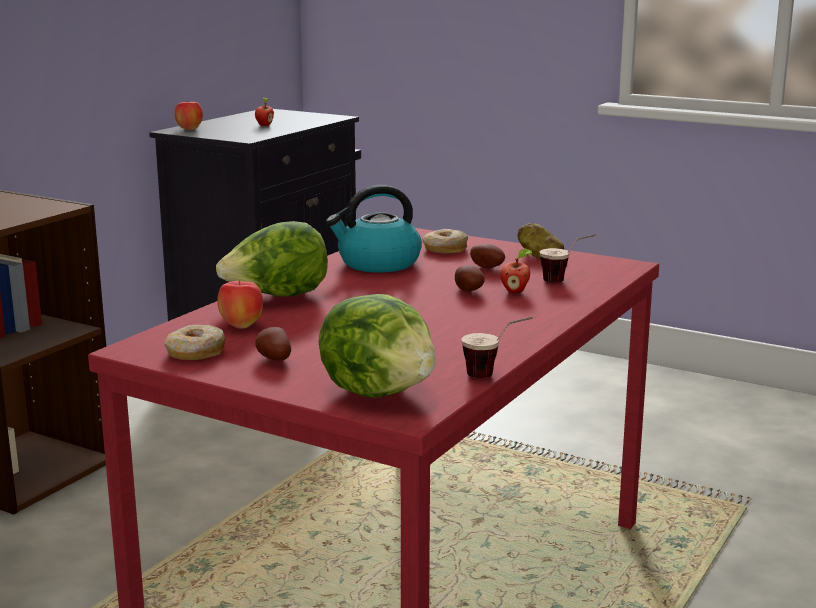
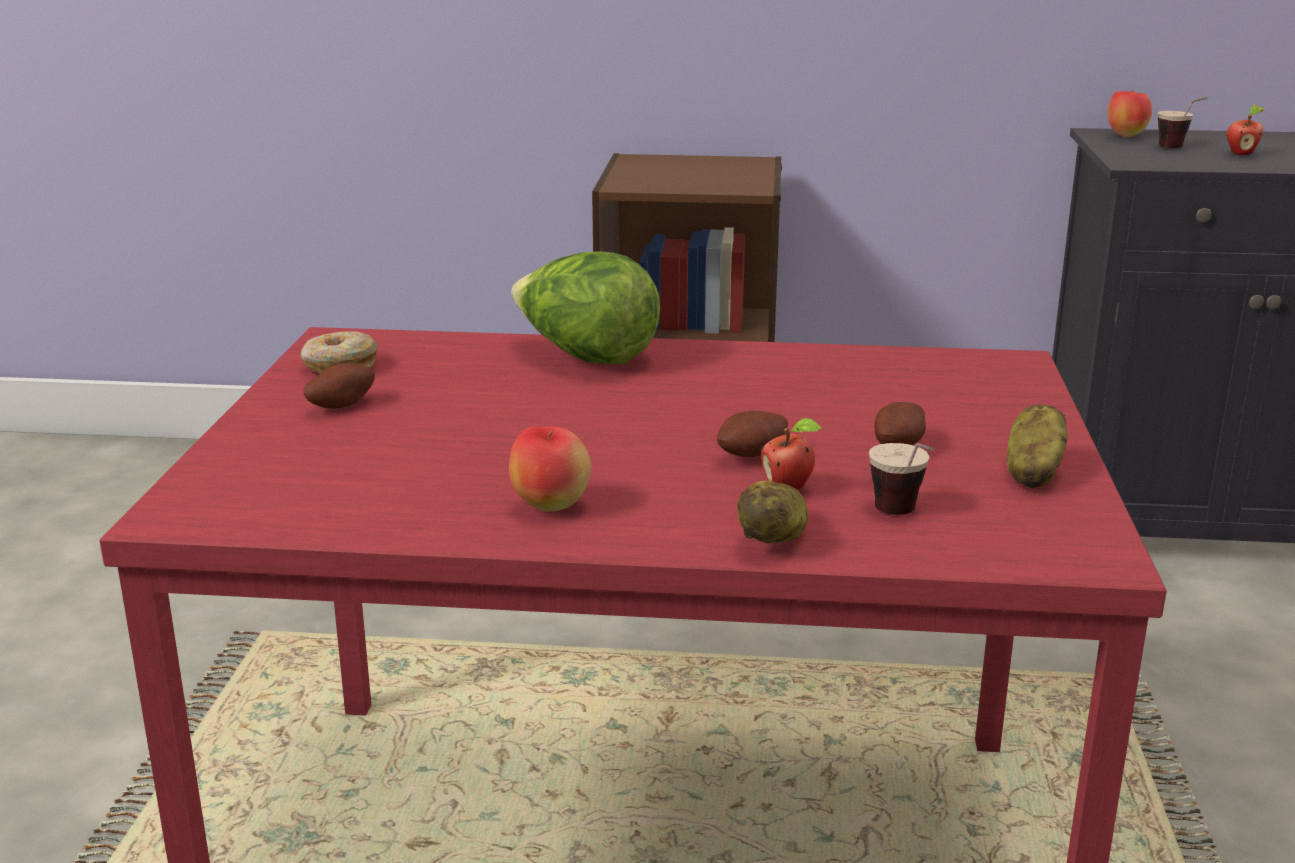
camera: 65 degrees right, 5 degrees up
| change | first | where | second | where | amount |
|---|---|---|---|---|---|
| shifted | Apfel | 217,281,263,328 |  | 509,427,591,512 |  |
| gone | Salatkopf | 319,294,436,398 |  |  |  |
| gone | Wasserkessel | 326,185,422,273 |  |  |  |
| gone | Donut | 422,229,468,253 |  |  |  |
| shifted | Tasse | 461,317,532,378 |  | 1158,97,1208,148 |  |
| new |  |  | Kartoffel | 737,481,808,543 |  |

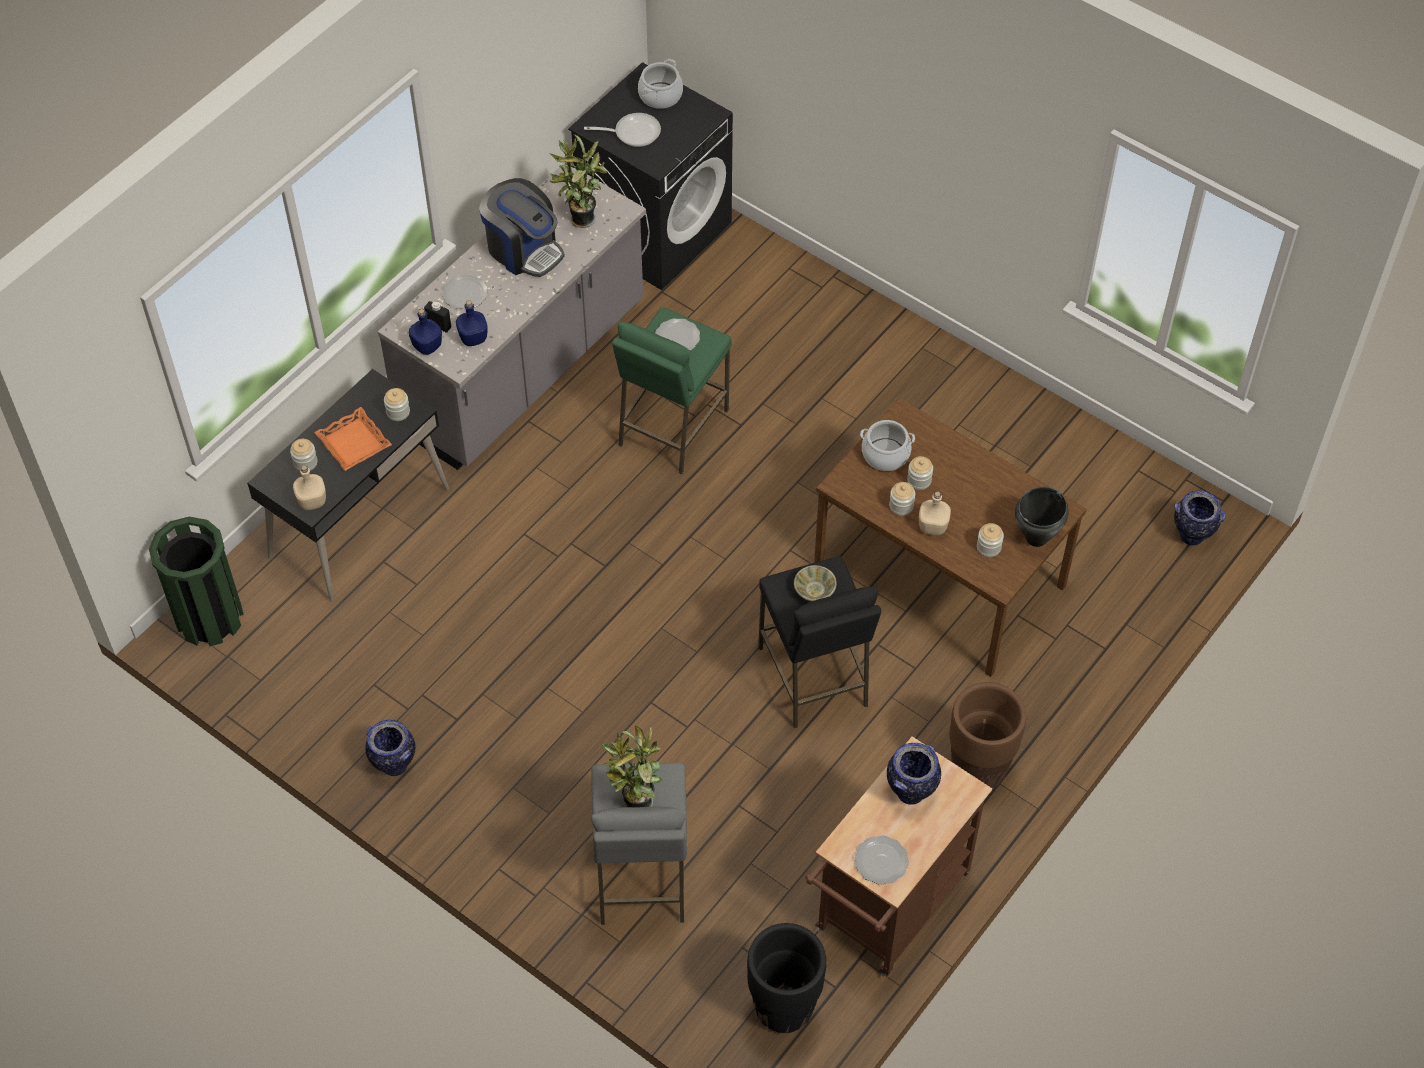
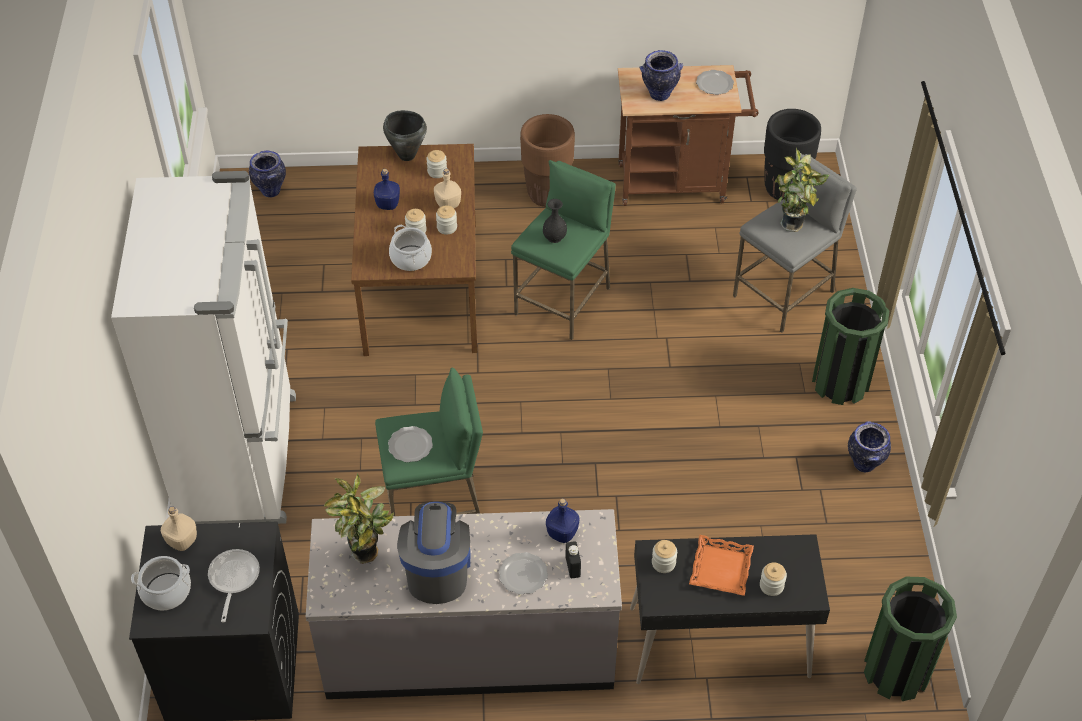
camera: 130 degrees left, 5 degrees down
| change | first | where | second | where | amount |
|---|---|---|---|---|---|
| shifted | Flasche (beige) | 293,465,326,510 |  | 161,506,197,551 |  |
| shifted | Flasche (blau) | 409,309,442,355 |  | 374,169,400,210 |  |
| rotated | Pfanne | 584,113,661,147 |  | 208,549,260,622 | 45 degrees clockwise |
| repainted | Hocker (schwarz) | 758,556,881,728 | Hocker (grün) | 511,160,616,340 |  |
| swapped | Schüssel (beige) | 794,565,837,601 | Vase (schwarz) | 543,199,567,243 |  |
| new |  |  | Kühlschrank (weiß) | 111,171,296,524 |  |
| new |  |  | Mülleimer (grün) | 812,288,889,405 |  |

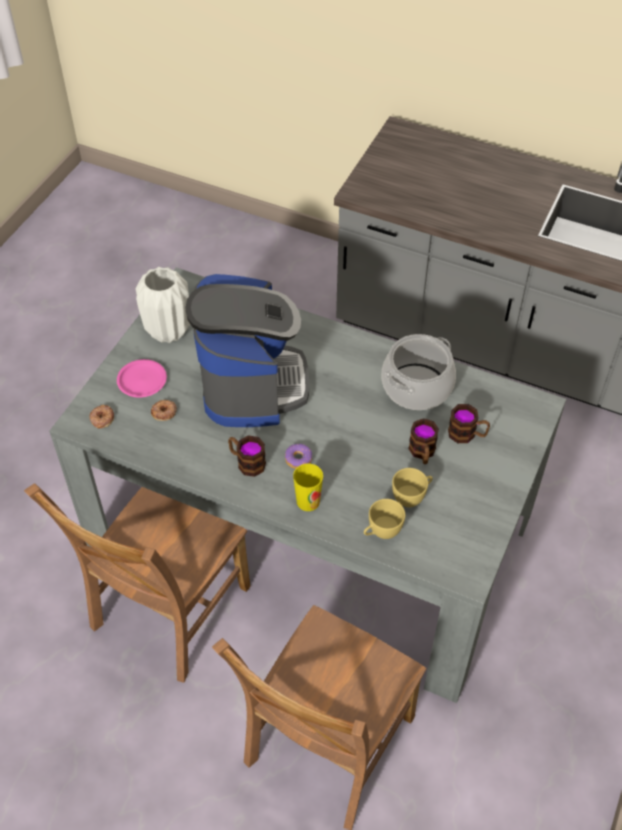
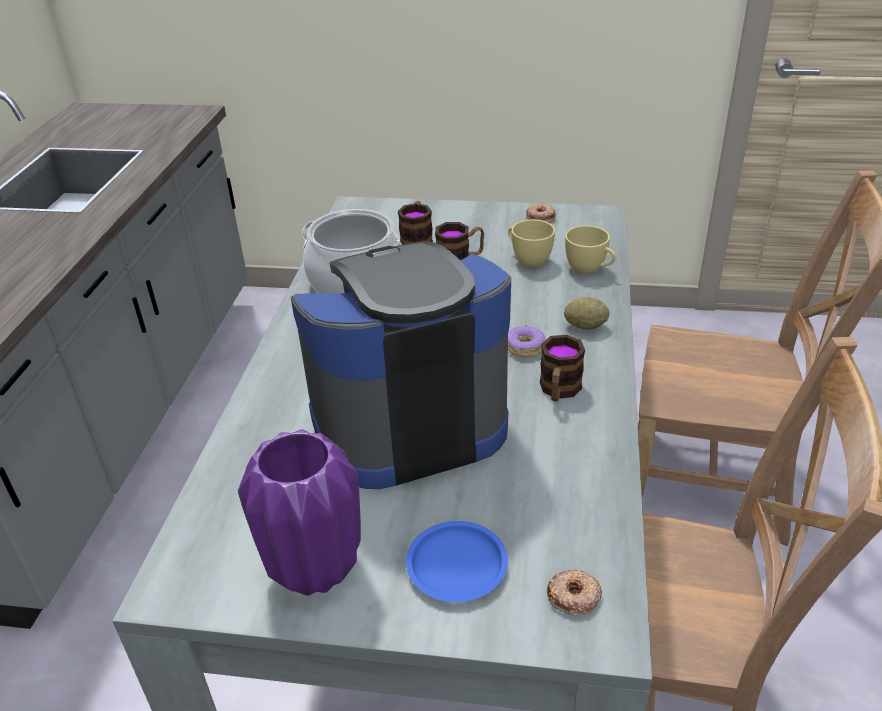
camera: 105 degrees left, 15 degrees down
| change | first | where | second | where | amount |
|---|---|---|---|---|---|
| repainted | Teller (rosa) | 117,359,167,398 | Teller (blau) | 406,521,508,602 |  |
| repainted | Vase (weiß) | 135,267,190,343 | Vase (lila) | 238,429,361,596 |  |
| shifted | Donut | 151,400,177,421 |  | 526,204,556,223 |  |
| swapped | Tasse | 293,463,323,511 | Kartoffel | 564,297,609,330 |  |

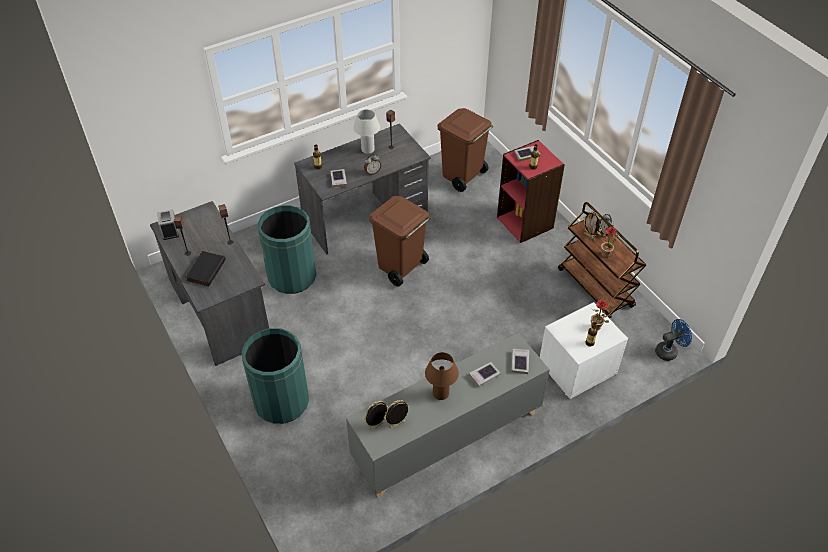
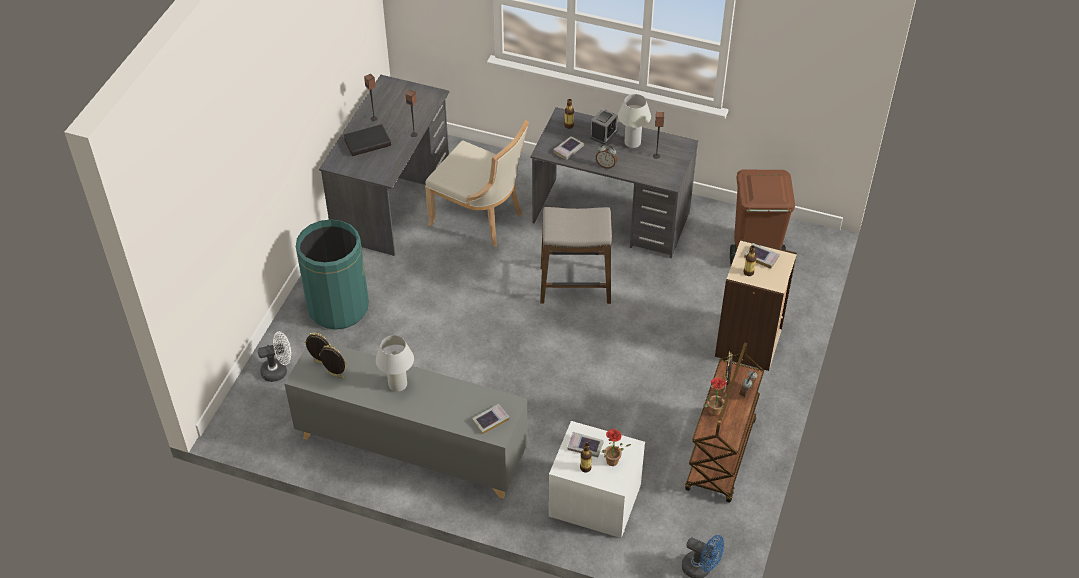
camera: 50 degrees right, 0 degrees up
| change | first | where | second | where | amount |
|---|---|---|---|---|---|
| shifted | Wecker | 157,209,179,240 |  | 590,108,618,144 |  |
| swapped | Mülleimer (grün) | 258,206,316,294 | Stuhl (beige) | 425,120,529,247 |  |
| swapped | Mülleimer (braun) | 369,196,431,287 | Hocker | 540,207,612,304 |  |
| repainted | Tischlampe (braun) | 425,352,459,400 | Tischlampe (weiß) | 376,335,414,392 |  |
| shifted | Buch | 469,362,501,387 |  | 567,432,604,458 |  |
| repainted | Bücherregal (rot) | 497,140,565,243 | Bücherregal (beige) | 715,239,797,371 |  |
| new |  |  | Ventilator (weiß) | 257,331,291,382 |  |

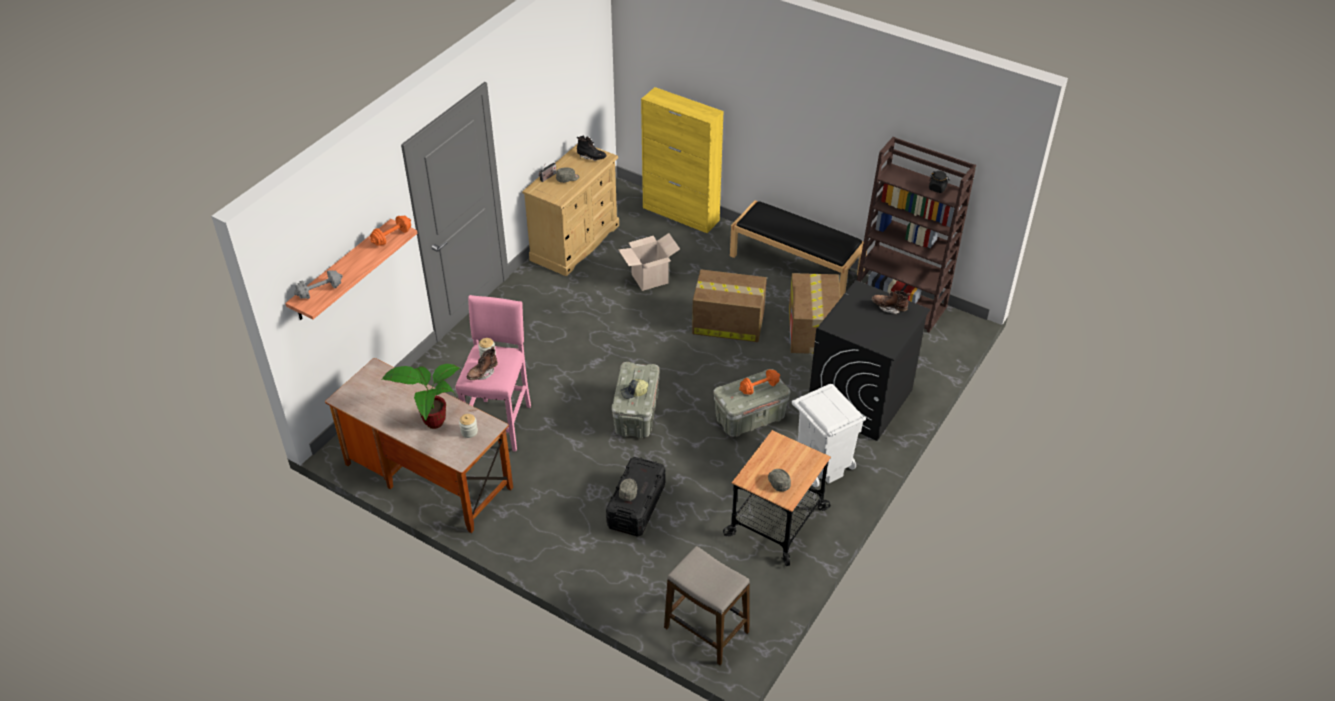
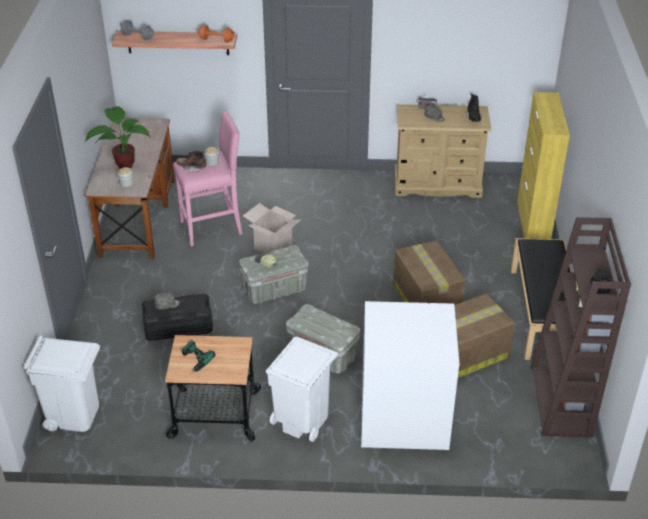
camera: 60 degrees right, 5 degrees down
| change | first | where | second | where | amount |
|---|---|---|---|---|---|
| shifted | Karton | 618,233,680,291 |  | 243,203,301,253 |  |
| swapped | Hocker | 664,546,750,665 | Mülleimer (weiß) | 23,335,100,432 |  |
| gone | Hantel (orange) | 739,369,780,395 |  |  |  |
| swapped | Kappe (grau) | 768,469,791,492 | Bohrmaschine | 182,340,215,375 |  |
| repainted | Waschmaschine (schwarz) | 809,280,930,441 | Waschmaschine (weiß) | 361,301,460,450 |  |
| gone | Stiefel (braun) | 872,291,910,314 |  |  |  |

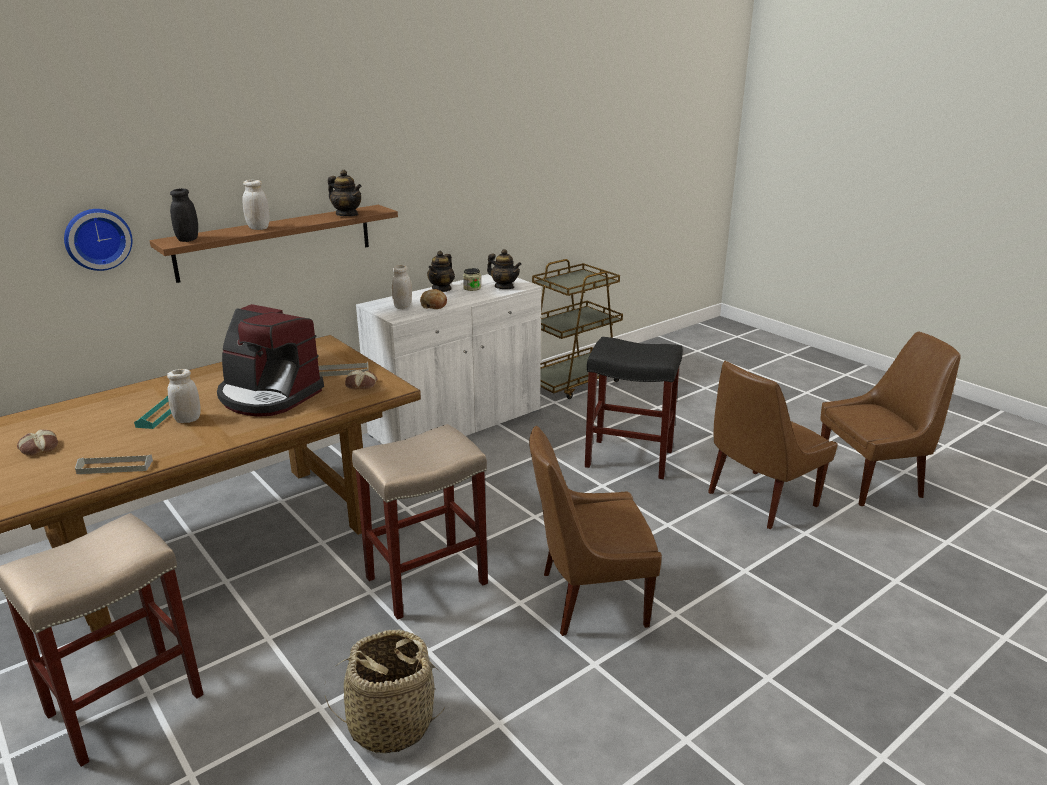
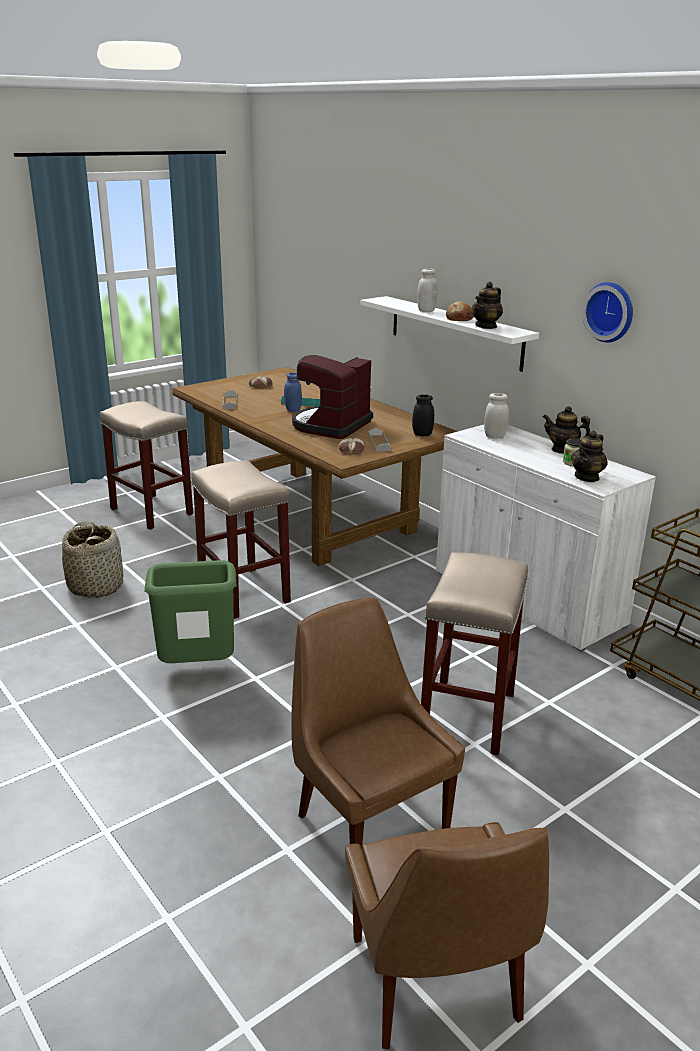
camera: 90 degrees right, 0 degrees up
| change | first | where | second | where | amount |
|---|---|---|---|---|---|
| shifted | Wanduhr | 64,209,132,271 |  | 582,282,633,343 |  |
| repainted | Wandregal (braun) | 150,205,398,283 | Wandregal (weiß) | 361,296,539,372 |  |
| repainted | Vorratsglas (weiß) | 167,369,201,423 | Vorratsglas (blau) | 284,372,302,412 |  |
| shifted | Vorratsglas (schwarz) | 170,188,198,242 |  | 412,395,434,436 |  |
| shifted | Brot | 420,289,447,309 |  | 446,301,474,321 |  |
| swapped | Stuhl (braun) | 529,426,662,636 | Mülleimer (grün) | 145,560,237,663 |  |
| repainted | Hocker (schwarz) | 585,337,683,479 | Hocker (beige) | 421,552,528,755 |  |

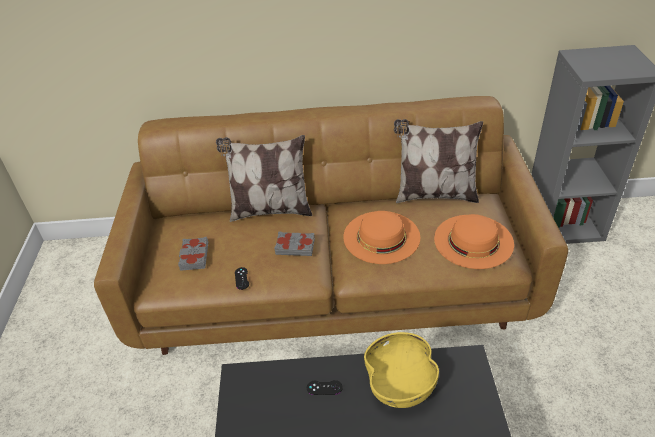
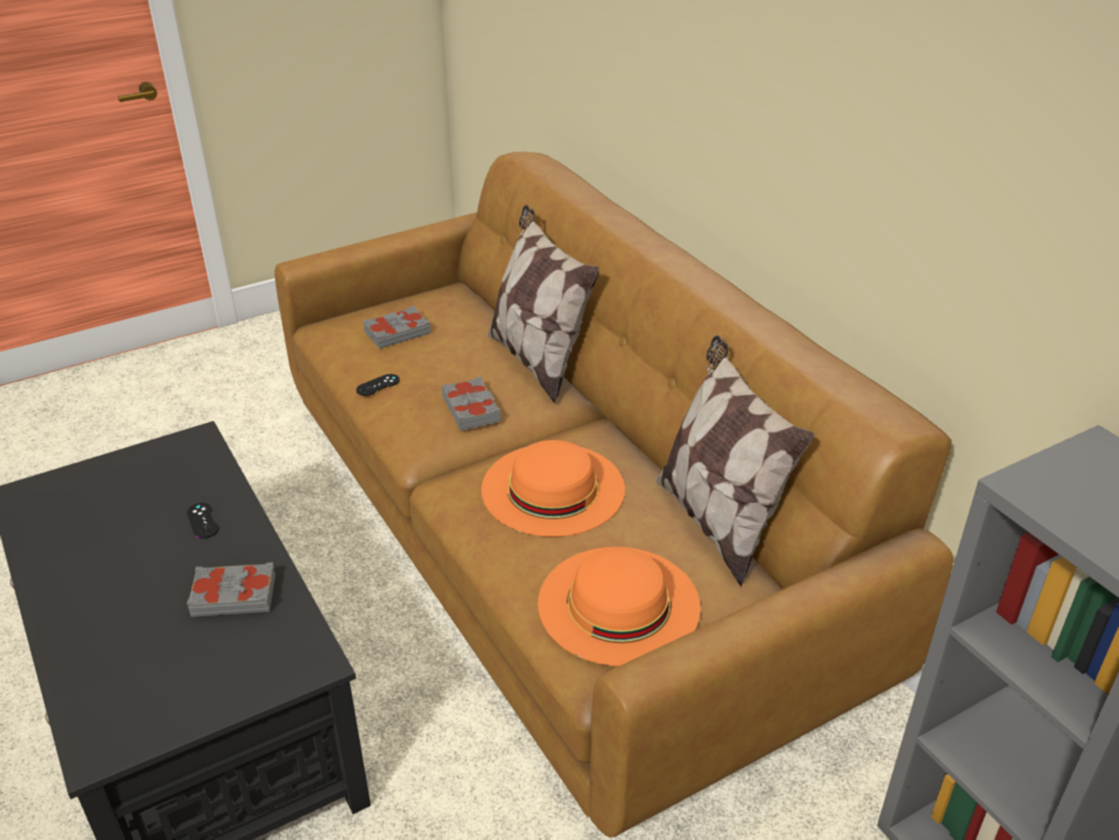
camera: 60 degrees right, 5 degrees down
| change | first | where | second | where | amount |
|---|---|---|---|---|---|
| swapped | Schüssel (gelb) | 364,332,439,408 | Buch (grau) | 187,562,276,617 |  |

